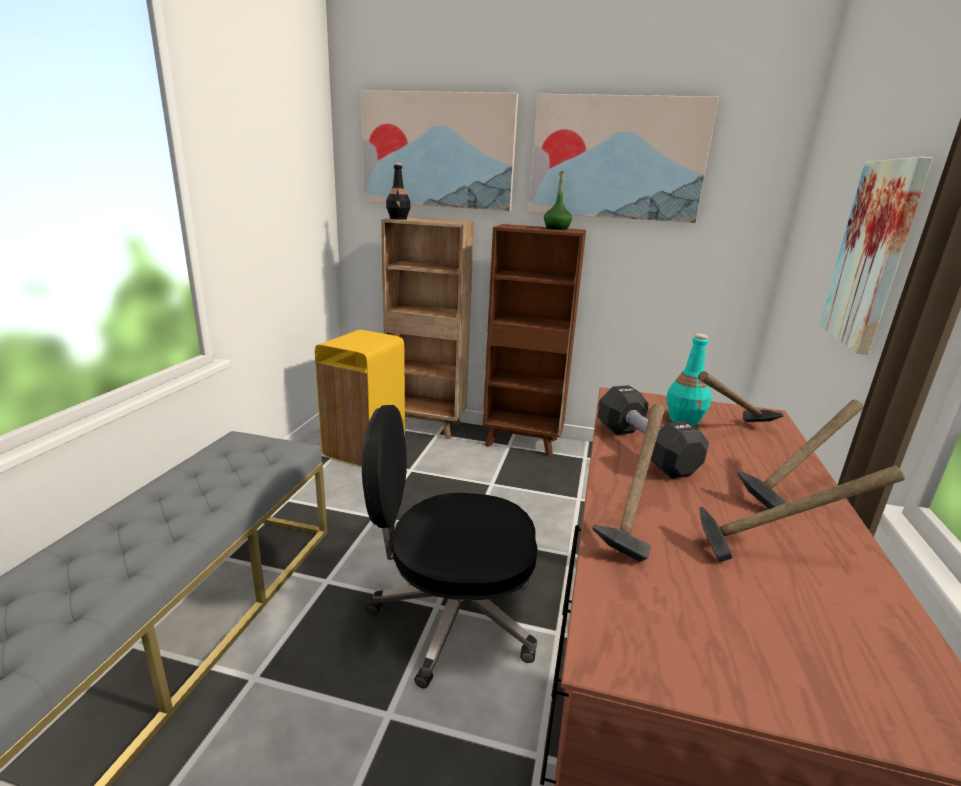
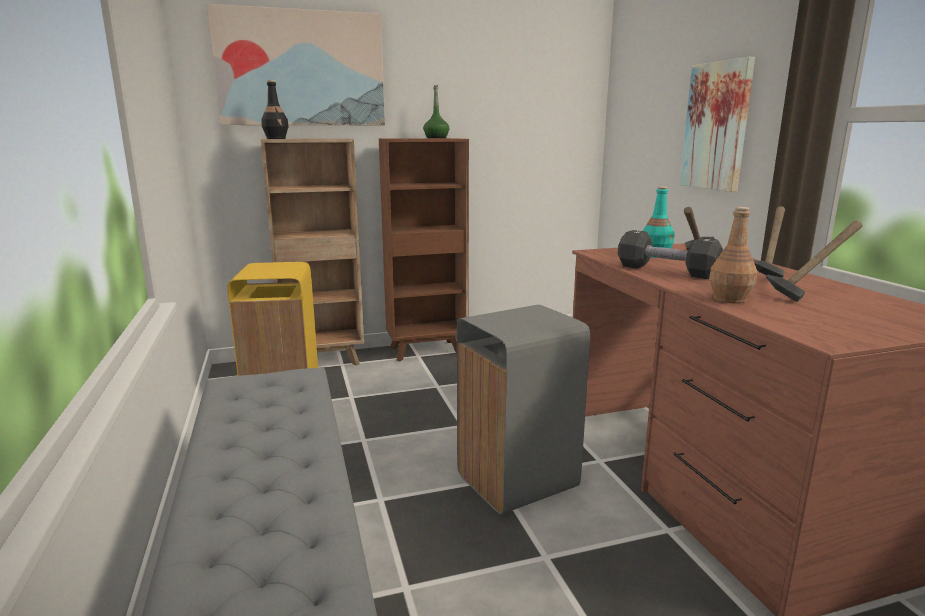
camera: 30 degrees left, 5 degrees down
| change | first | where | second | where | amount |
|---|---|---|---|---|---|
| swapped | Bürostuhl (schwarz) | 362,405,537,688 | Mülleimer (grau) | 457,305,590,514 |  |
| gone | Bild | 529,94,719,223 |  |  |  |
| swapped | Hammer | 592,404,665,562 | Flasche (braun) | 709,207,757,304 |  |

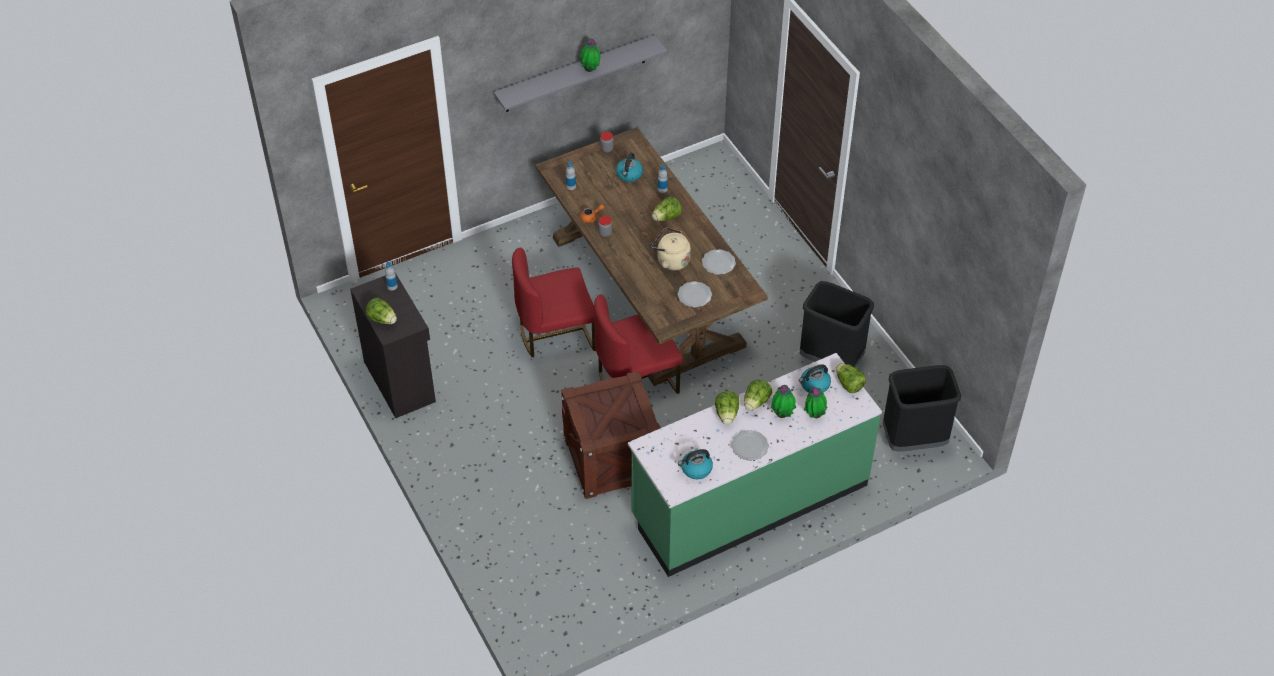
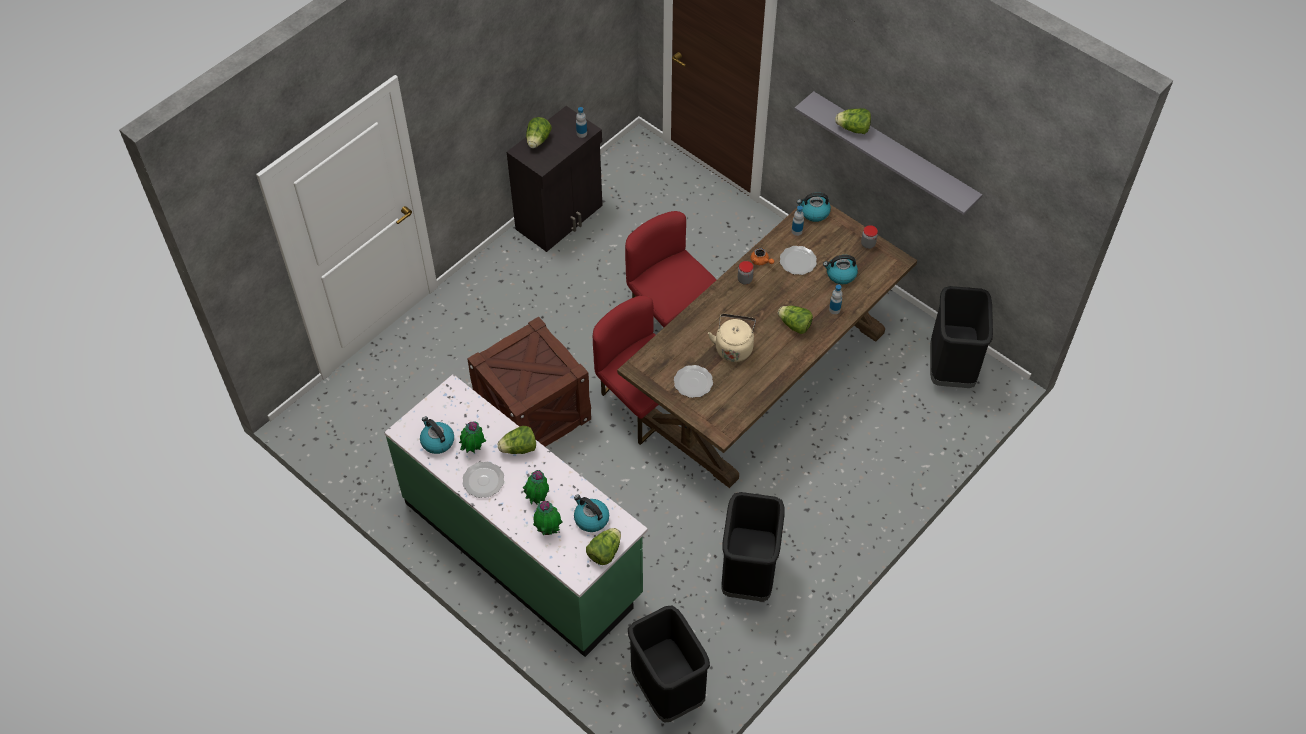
camera: 70 degrees right, 5 degrees up
| change | first | where | second | where | amount |
|---|---|---|---|---|---|
| shifted | Topfpflanze | 580,38,600,72 |  | 459,421,487,453 |  |
| shifted | Teller | 702,249,736,275 |  | 780,246,817,275 |  |
| shifted | Salatkopf | 744,379,772,411 |  | 835,108,871,134 |  |
| new |  |  | Wasserkessel | 797,192,831,222 |  |
| new |  |  | Mülleimer (schwarz) | 930,286,993,388 |  |

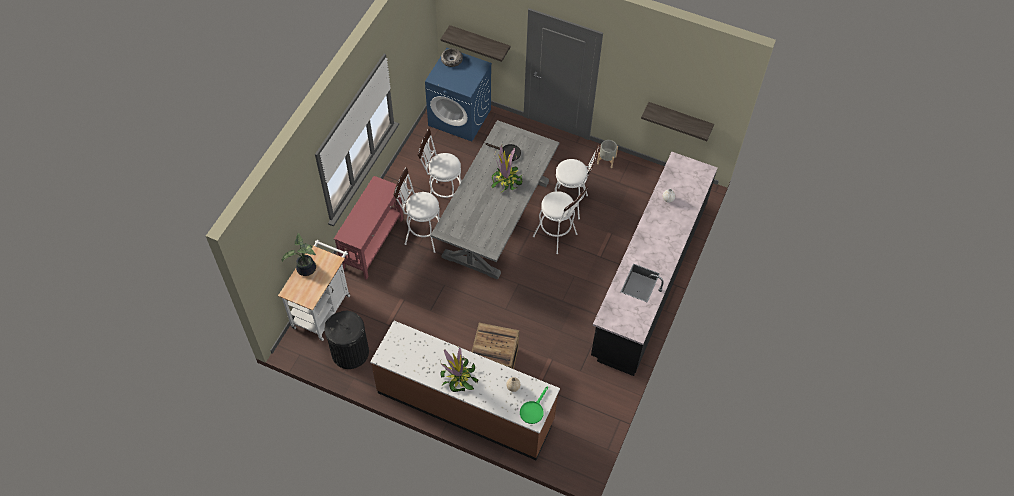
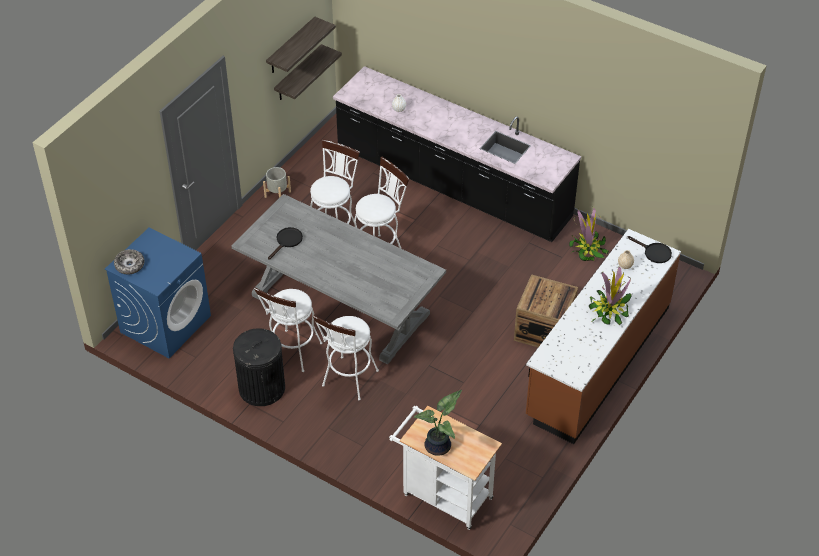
camera: 80 degrees left, 10 degrees down
| change | first | where | second | where | amount |
|---|---|---|---|---|---|
| shifted | Mülleimer (schwarz) | 325,311,369,369 |  | 233,328,285,406 |  |
| gone | Konsolentisch (rot) | 334,176,403,280 |  |  |  |
| shifted | Wandregal | 441,25,510,62 |  | 266,17,336,73 |  |
| shifted | Topfpflanze | 491,144,522,192 |  | 569,207,609,261 |  |
| repainted | Pfanne (grün) | 520,386,548,424 | Pfanne (schwarz) | 628,236,672,263 |  |

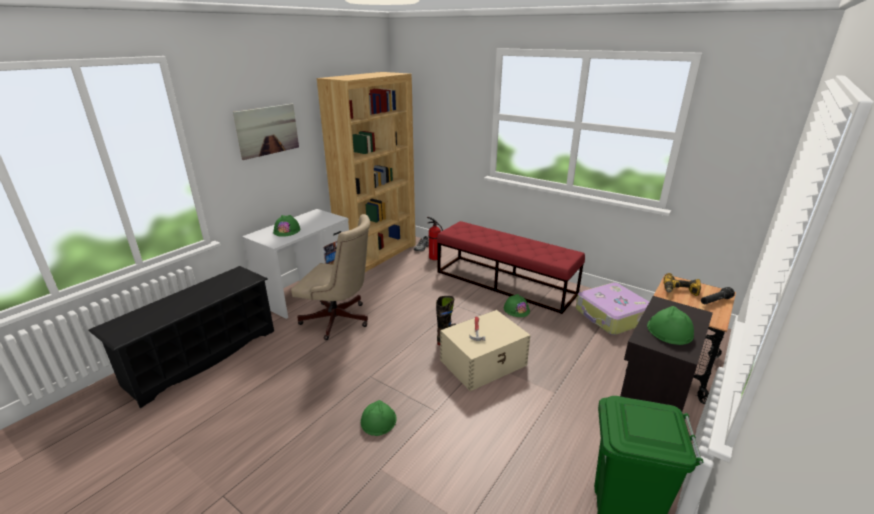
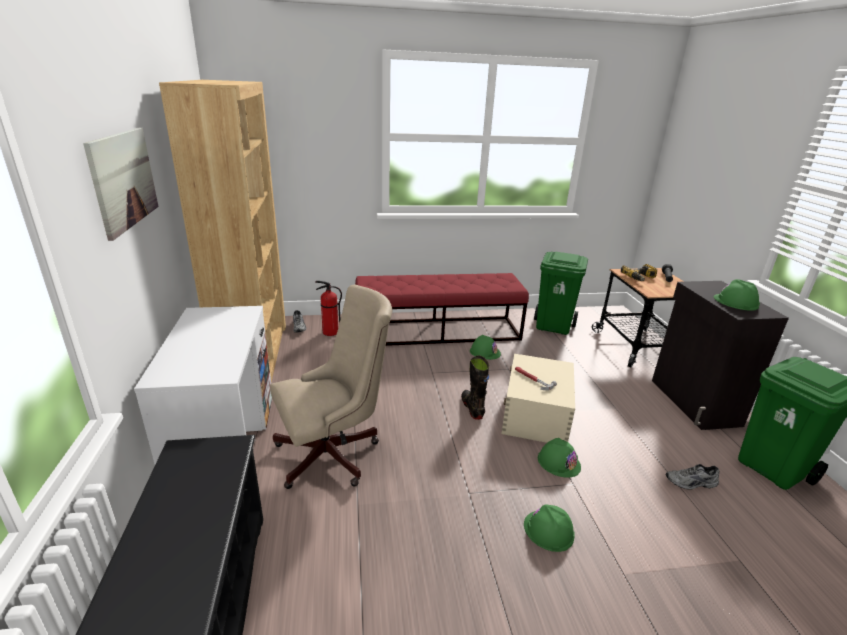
camera: 45 degrees left, 0 degrees up
| change | first | where | second | where | amount |
|---|---|---|---|---|---|
| shifted | Schutzhelm (grün) | 273,215,300,237 |  | 538,438,581,478 |  |
| swapped | Koffer | 576,283,649,335 | Mülleimer (grün) | 534,251,588,335 |  |
| new |  |  | Schuh (grau) | 665,464,720,490 |  |

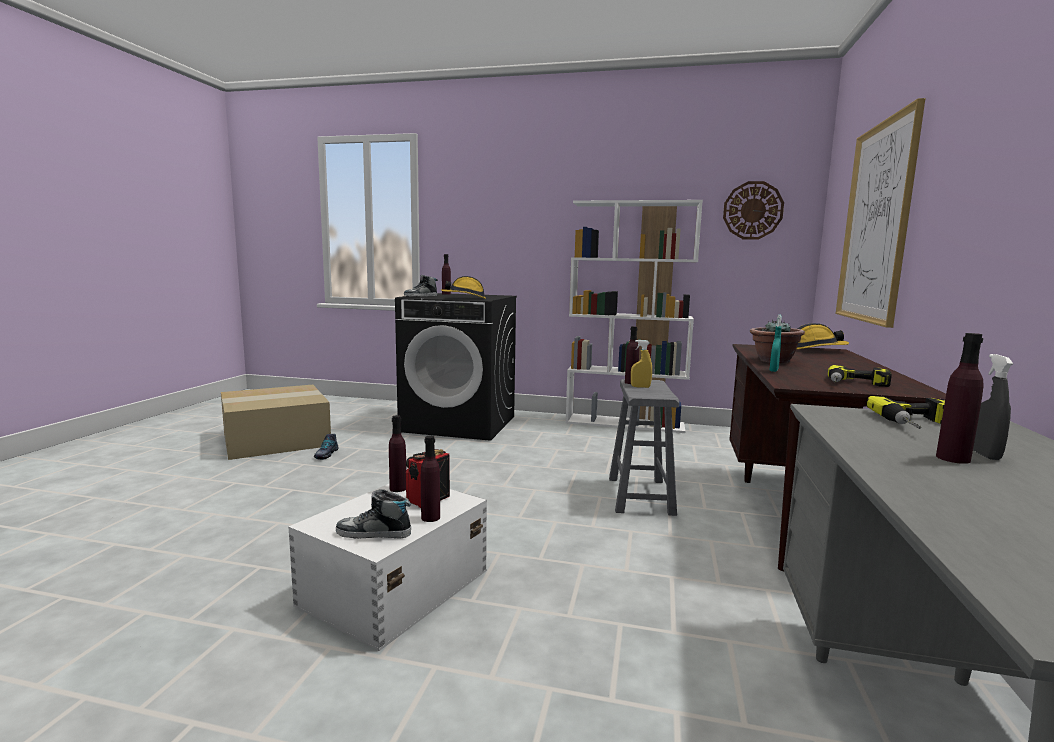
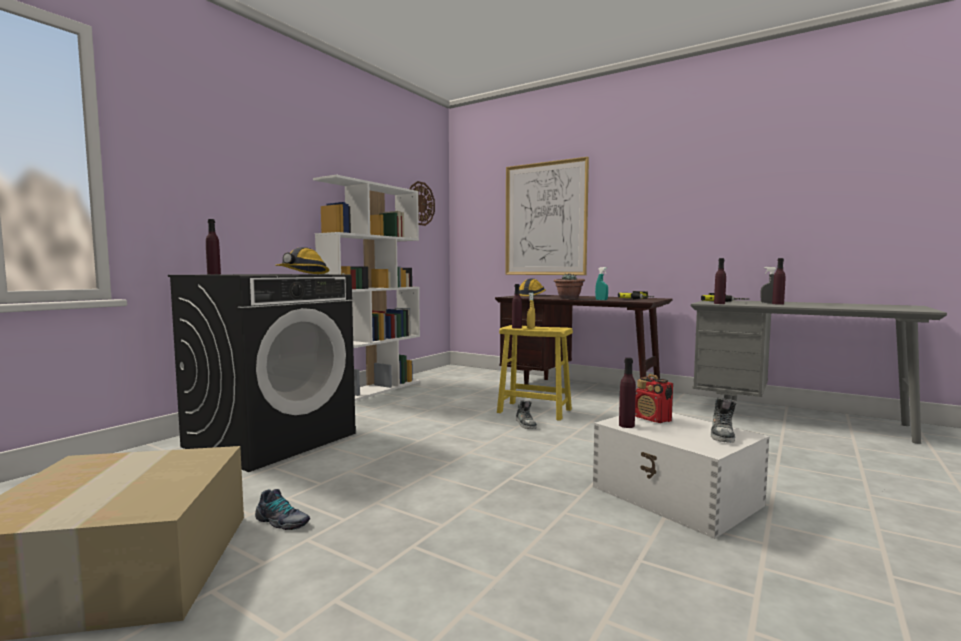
camera: 70 degrees left, 5 degrees down
| change | first | where | second | where | amount |
|---|---|---|---|---|---|
| shifted | Schuh | 404,275,438,297 |  | 516,401,537,429 |  |
| shifted | Flasche (lila) | 421,436,440,522 |  | 714,258,726,304 |  |
| repainted | Hocker (grau) | 609,379,679,516 | Hocker (gelb) | 497,325,573,421 |  |

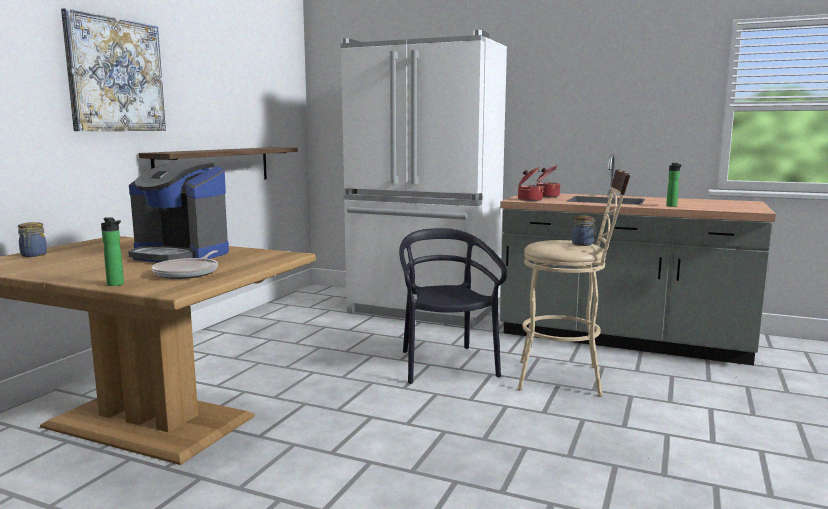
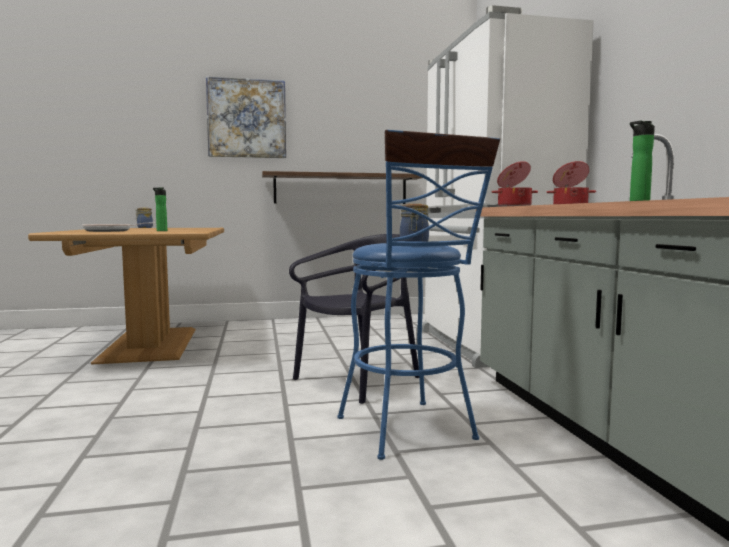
camera: 55 degrees right, 5 degrees down
| change | first | where | second | where | amount |
|---|---|---|---|---|---|
| shifted | Flasche | 101,217,124,286 |  | 153,187,167,231 |  |
| gone | Kaffeemaschine | 128,162,229,263 |  |  |  |
| repainted | Hocker (beige) | 518,169,630,397 | Hocker (blau) | 337,130,500,460 |  |

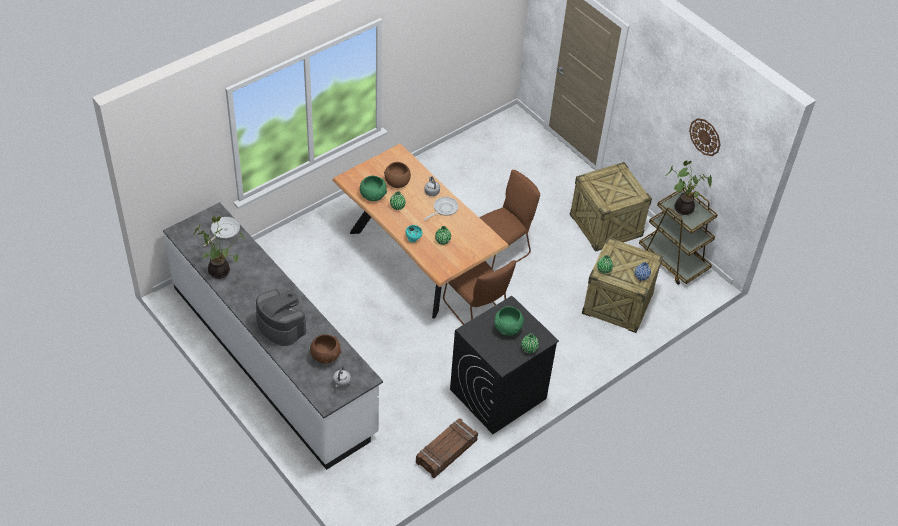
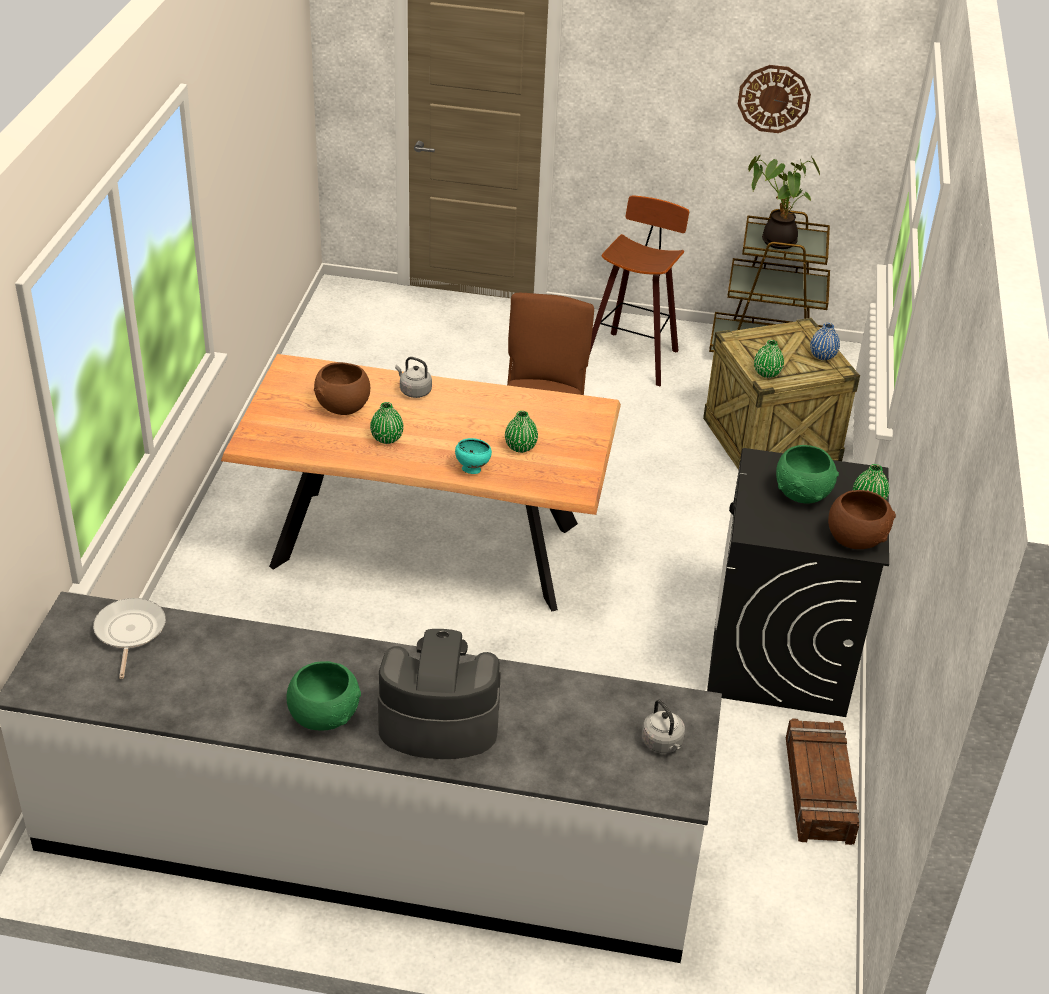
camera: 40 degrees left, 10 degrees down
| change | first | where | second | where | amount |
|---|---|---|---|---|---|
| gone | Topfpflanze | 194,216,245,279 |  |  |  |
| shifted | Schüssel (braun) | 310,334,341,364 |  | 828,490,896,549 |  |
| shifted | Schüssel (grün) | 360,176,387,201 |  | 286,661,361,731 |  |
| gone | Pfanne | 424,197,458,220 |  |  |  |
| gone | Stuhl (braun) | 443,260,516,325 |  |  |  |
| swapped | Kiste | 570,162,652,252 | Hocker | 590,195,689,386 |  |

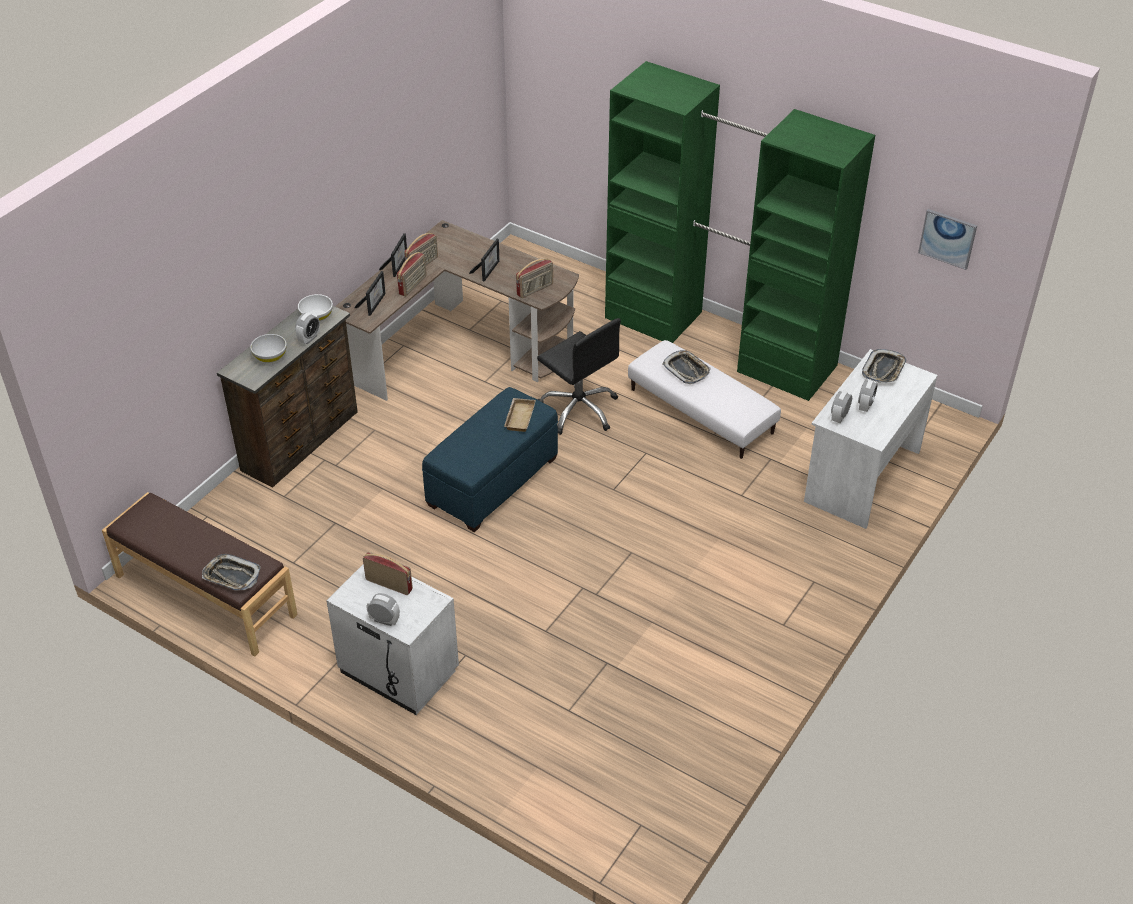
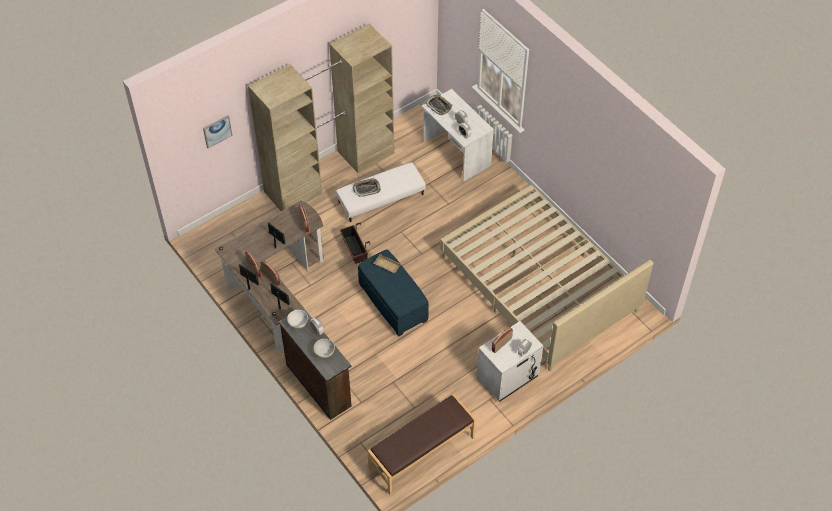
camera: 70 degrees left, 10 degrees up
| change | first | where | second | where | amount |
|---|---|---|---|---|---|
| gone | Tablett | 202,554,261,591 |  |  |  |
| swapped | Bürostuhl (schwarz) | 537,318,621,435 | Pflanzkübel | 340,223,370,264 |  |
| repainted | Kleiderschrank (grün) | 605,61,875,401 | Kleiderschrank (beige) | 248,24,394,211 |  |
| shifted | Bild | 918,209,977,270 |  | 203,115,232,148 |  |
| new |  |  | Bett (beige) | 440,185,654,371 |  |

